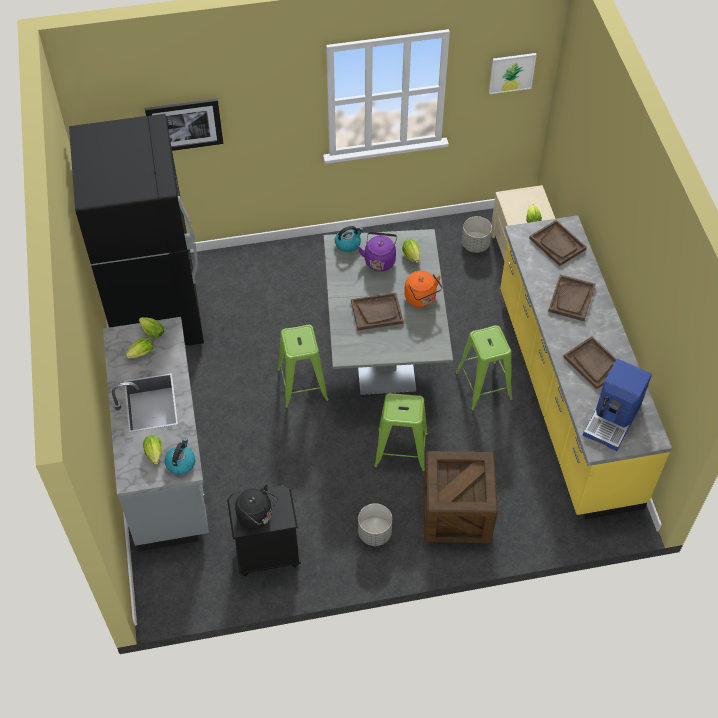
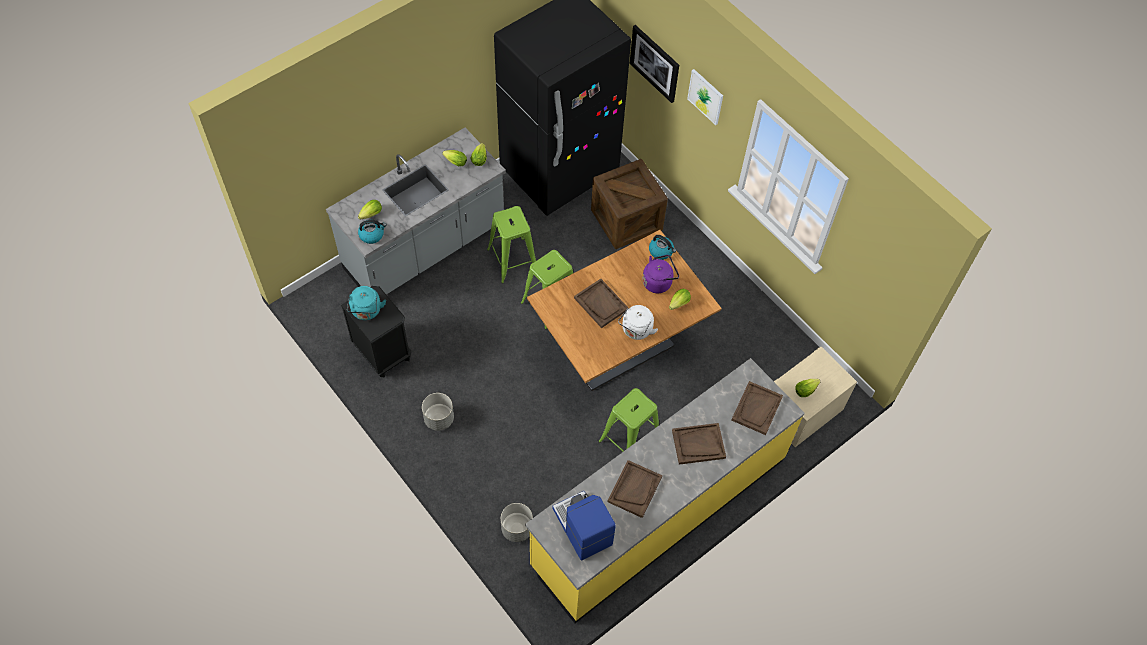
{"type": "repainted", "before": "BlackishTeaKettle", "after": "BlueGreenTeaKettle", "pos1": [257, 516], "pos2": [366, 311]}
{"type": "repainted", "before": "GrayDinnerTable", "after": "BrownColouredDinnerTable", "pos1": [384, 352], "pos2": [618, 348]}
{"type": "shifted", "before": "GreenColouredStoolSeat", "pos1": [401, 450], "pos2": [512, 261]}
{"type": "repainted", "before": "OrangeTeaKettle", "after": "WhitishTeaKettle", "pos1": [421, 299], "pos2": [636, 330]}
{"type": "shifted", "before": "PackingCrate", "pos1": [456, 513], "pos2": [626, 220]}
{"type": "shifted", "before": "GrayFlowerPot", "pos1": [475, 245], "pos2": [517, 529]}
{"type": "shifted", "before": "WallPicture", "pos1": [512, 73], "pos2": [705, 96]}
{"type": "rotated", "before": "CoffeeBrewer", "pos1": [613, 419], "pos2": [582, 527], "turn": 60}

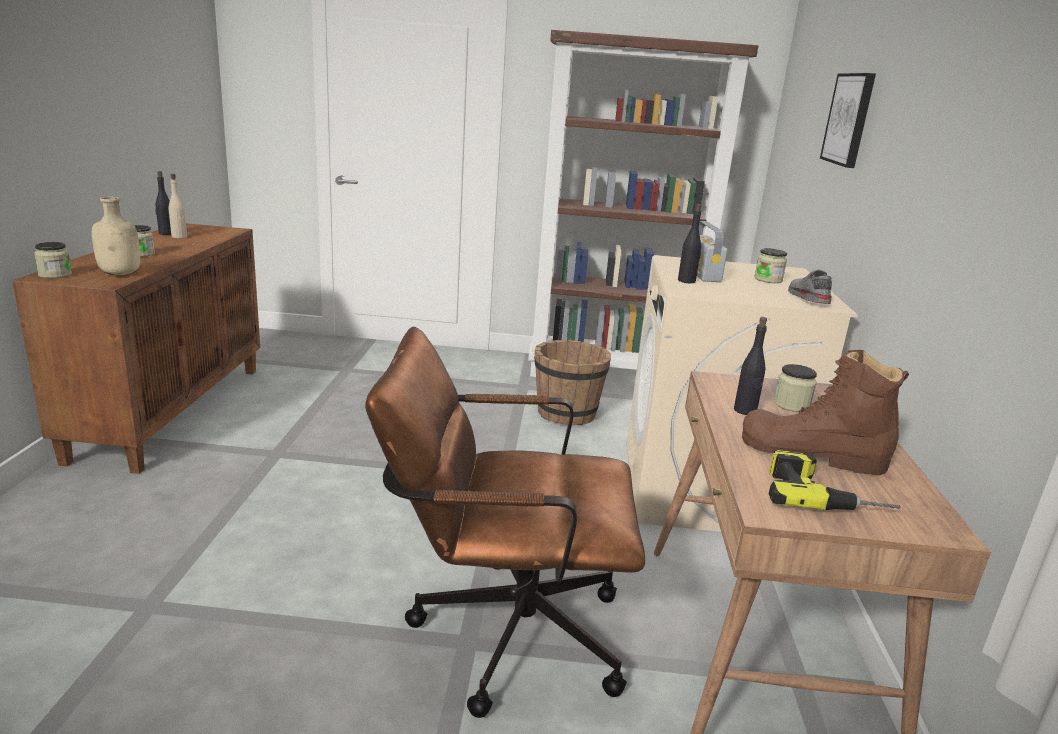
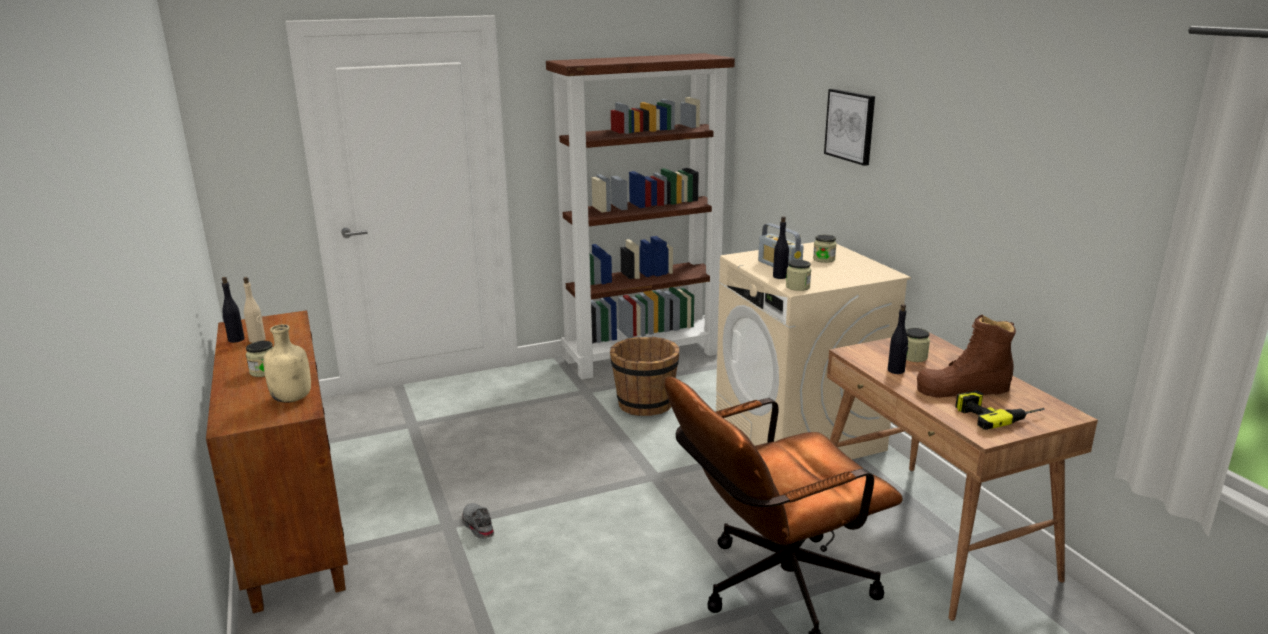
{"type": "shifted", "before": "PreserveJar", "pos1": [55, 274], "pos2": [797, 287]}
{"type": "shifted", "before": "GrayLowShoe", "pos1": [807, 298], "pos2": [477, 526]}

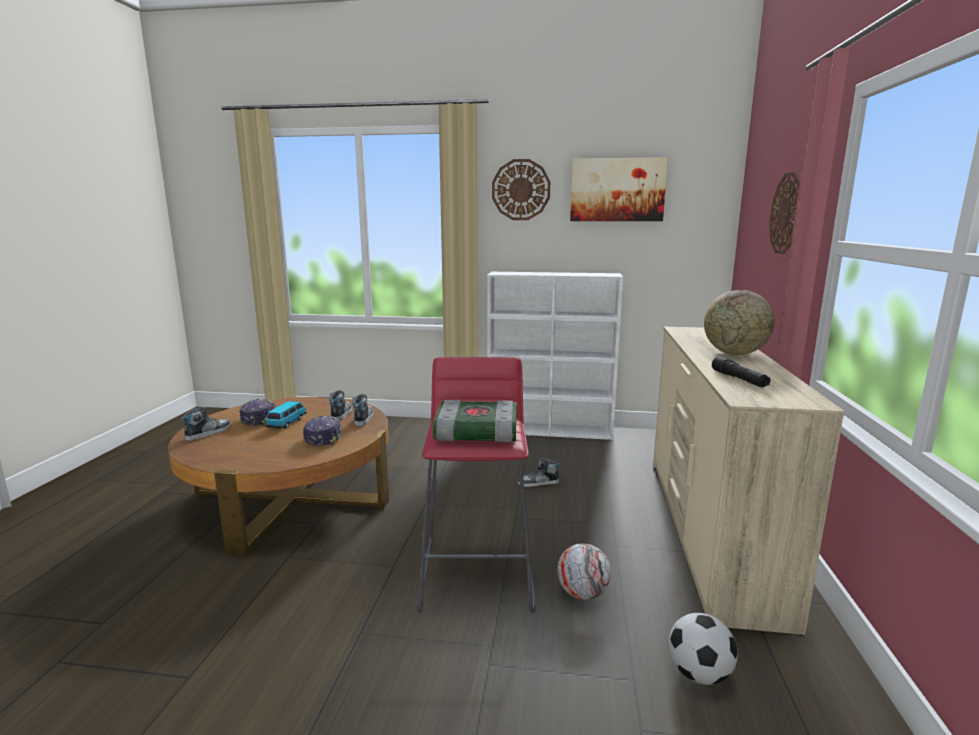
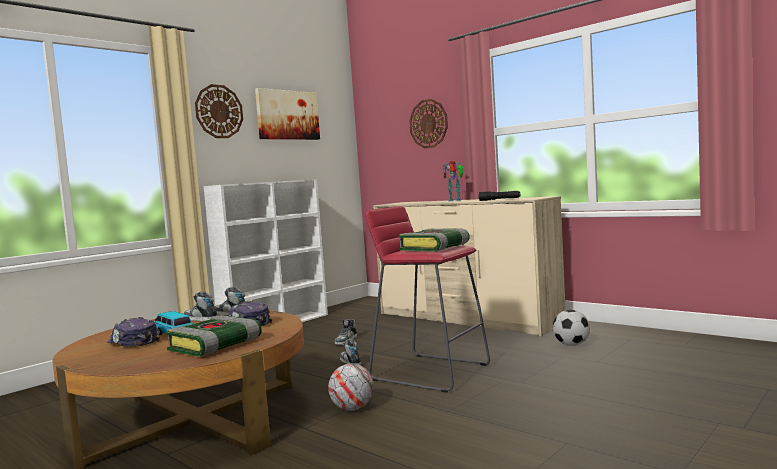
{"type": "shifted", "before": "LowShoe", "pos1": [208, 433], "pos2": [350, 362]}
{"type": "shifted", "before": "Football", "pos1": [582, 593], "pos2": [352, 408]}
{"type": "swapped", "before": "DeskGlobe", "after": "RobotFigure", "pos1": [734, 353], "pos2": [455, 200]}
{"type": "new", "after": "Book", "pos2": [214, 346]}

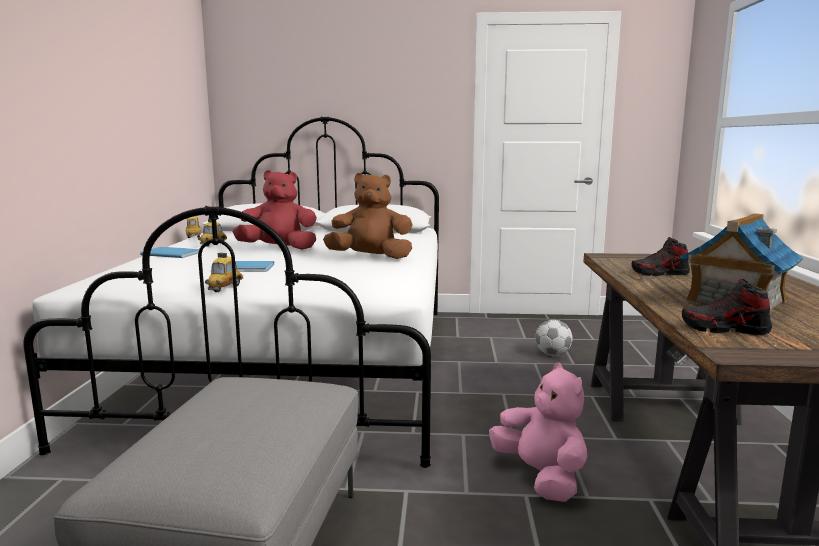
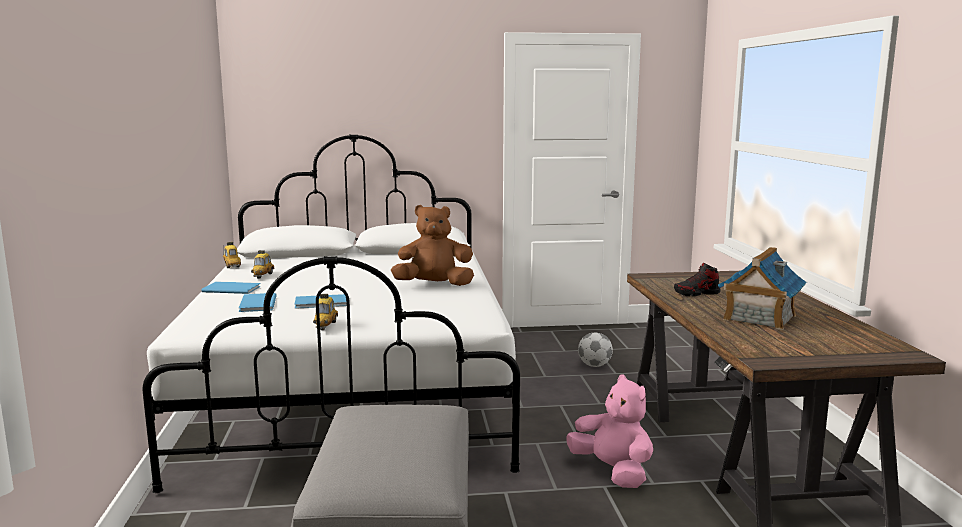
{"type": "gone", "before": "RedSoftToy", "pos1": [279, 249]}
{"type": "gone", "before": "LowShoe", "pos1": [724, 329]}
{"type": "new", "after": "BlueBook", "pos2": [256, 304]}

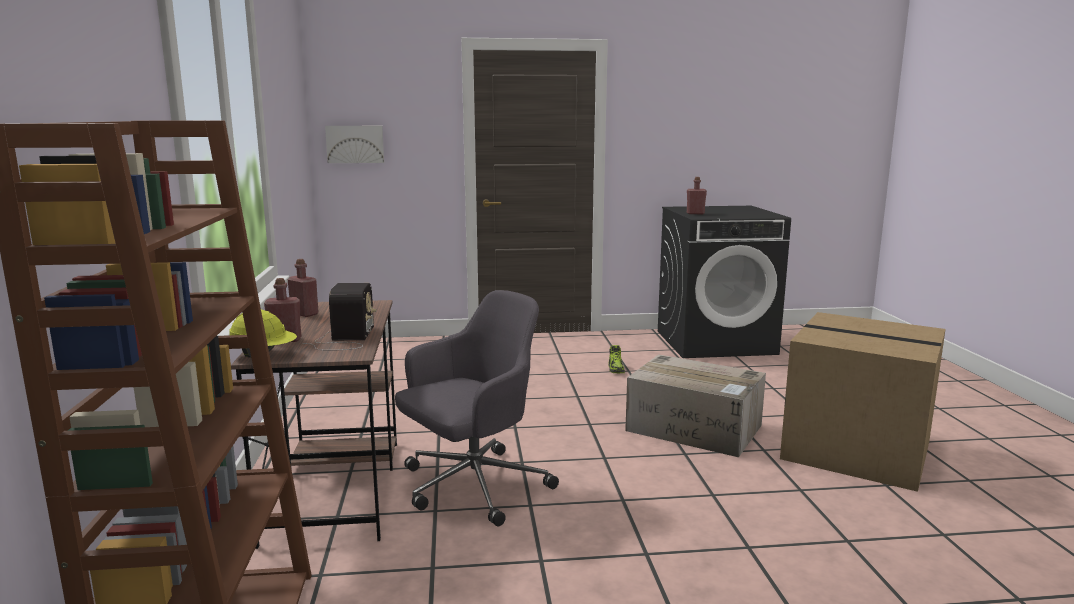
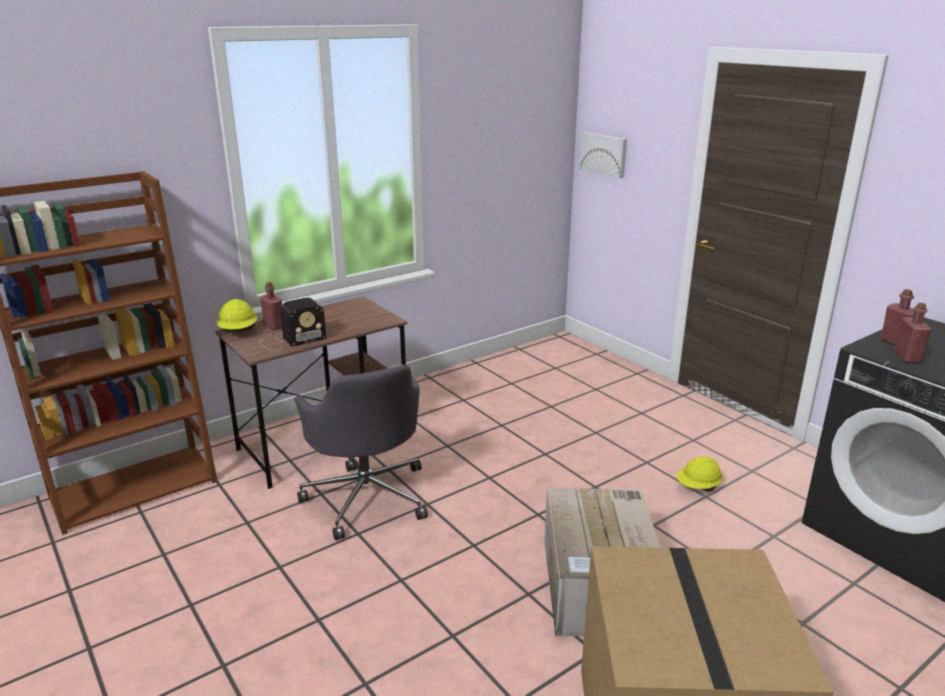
{"type": "shifted", "before": "RedBeverageBottle", "pos1": [304, 314], "pos2": [907, 358]}
{"type": "rotated", "before": "GrayOfficeChair", "pos1": [472, 486], "pos2": [367, 496], "turn": 45}
{"type": "swapped", "before": "LowShoe", "after": "YellowishWorkHelmet", "pos1": [616, 369], "pos2": [698, 487]}

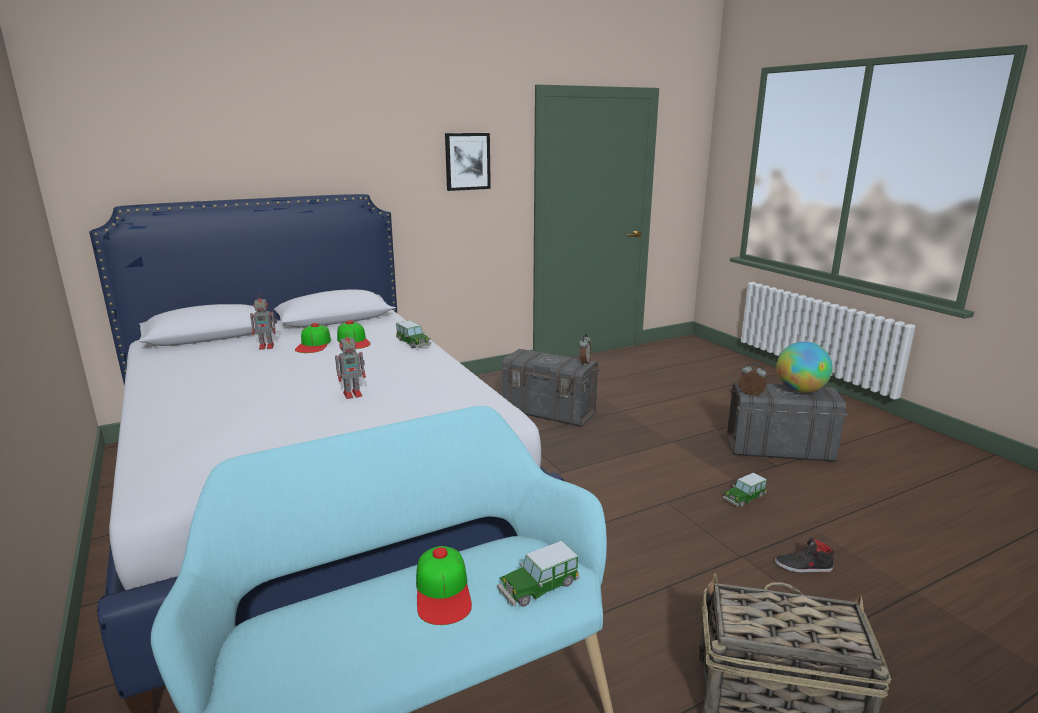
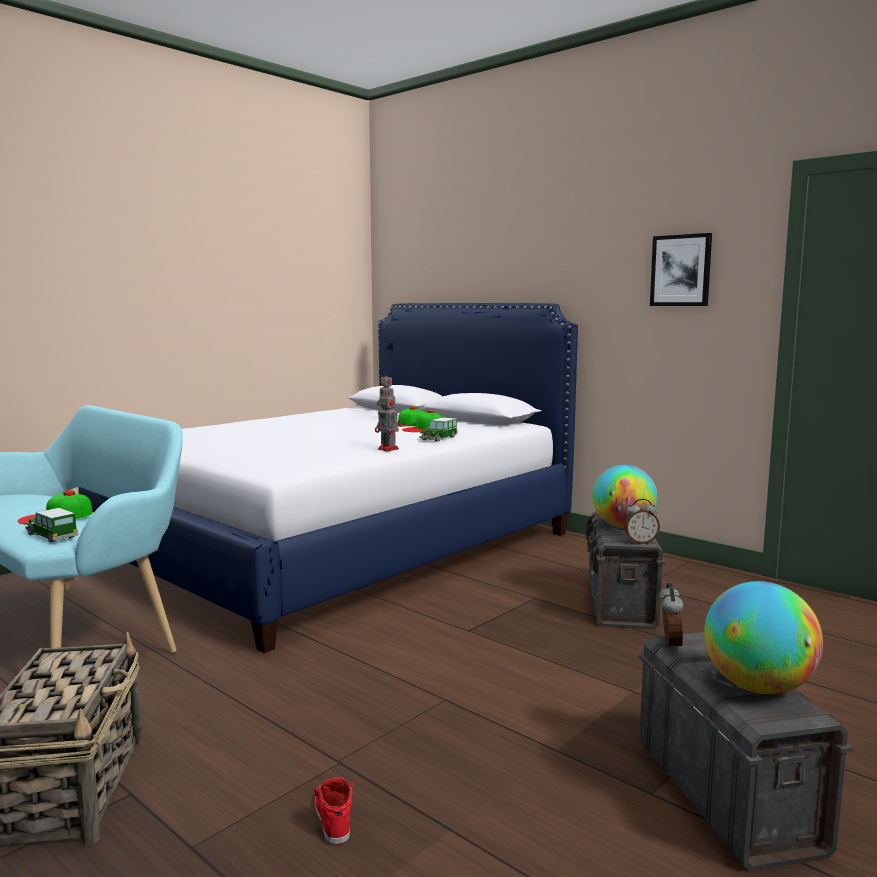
{"type": "shifted", "before": "RobotFigure", "pos1": [353, 394], "pos2": [389, 449]}
{"type": "gone", "before": "ModelCar", "pos1": [744, 498]}
{"type": "repainted", "before": "BlackishLowShoe", "after": "RedLowShoe", "pos1": [803, 567], "pos2": [332, 816]}
{"type": "new", "after": "DeskGlobe", "pos2": [623, 526]}

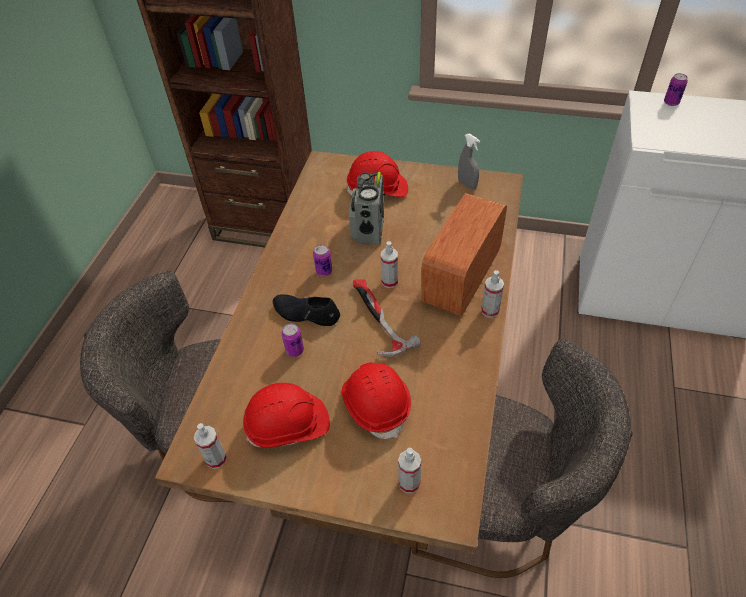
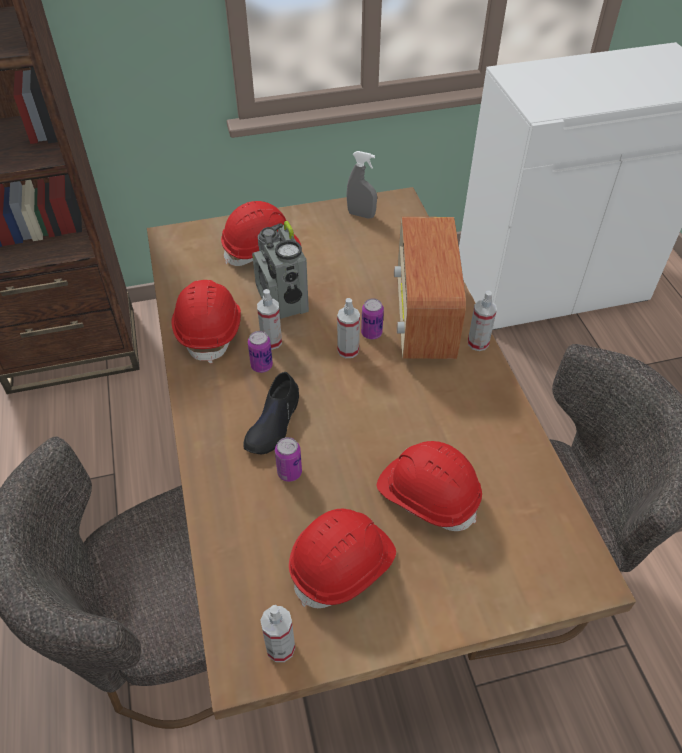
{"type": "rotated", "before": "BlackishLowShoe", "pos1": [306, 313], "pos2": [273, 423], "turn": -60}
{"type": "gone", "before": "HandHammer", "pos1": [377, 319]}
{"type": "shifted", "before": "SprayBottle", "pos1": [409, 483], "pos2": [271, 341]}
{"type": "shifted", "before": "SealedCan", "pos1": [671, 102], "pos2": [371, 333]}
{"type": "new", "after": "RedWorkHelmet", "pos2": [210, 330]}

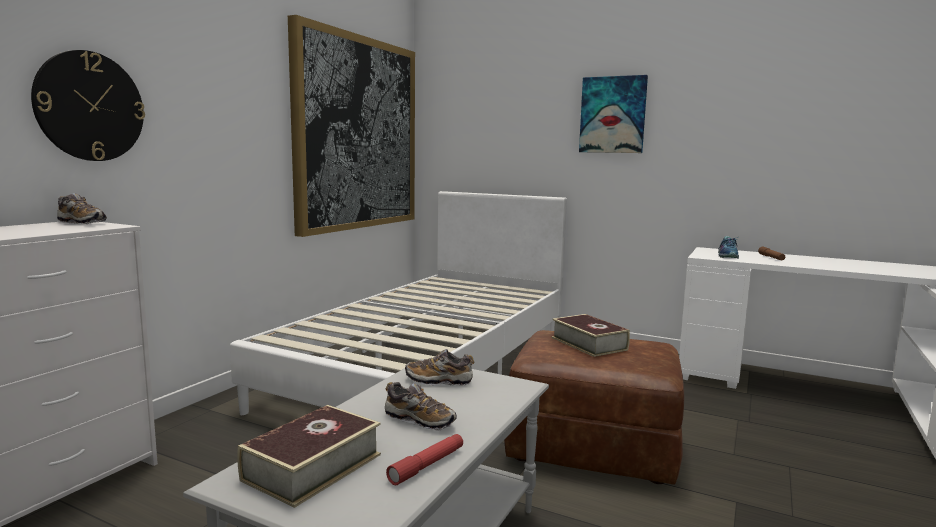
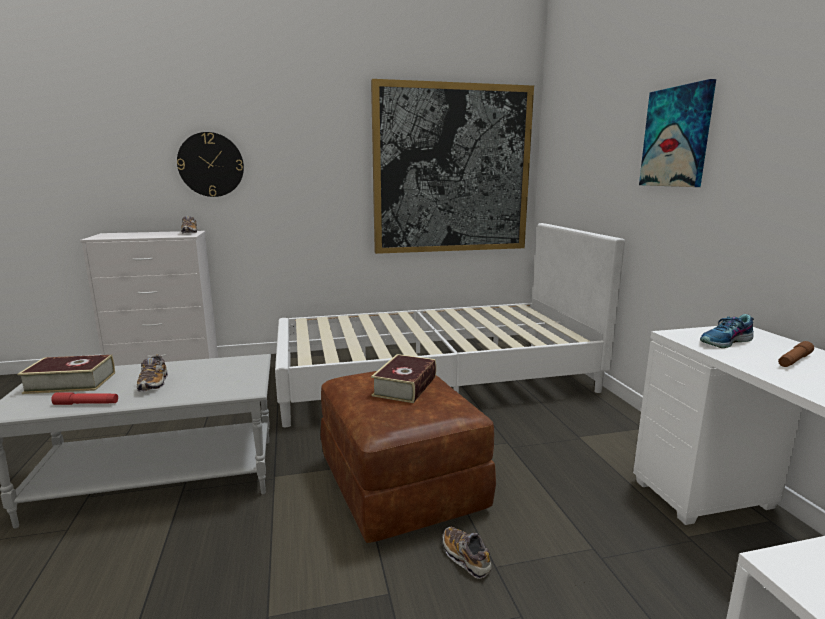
{"type": "shifted", "before": "LowShoe", "pos1": [439, 381], "pos2": [465, 558]}

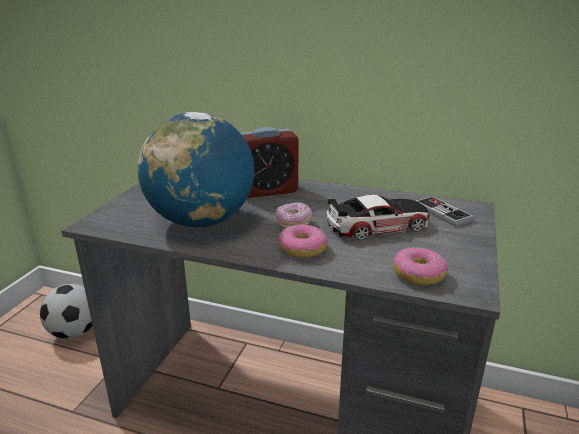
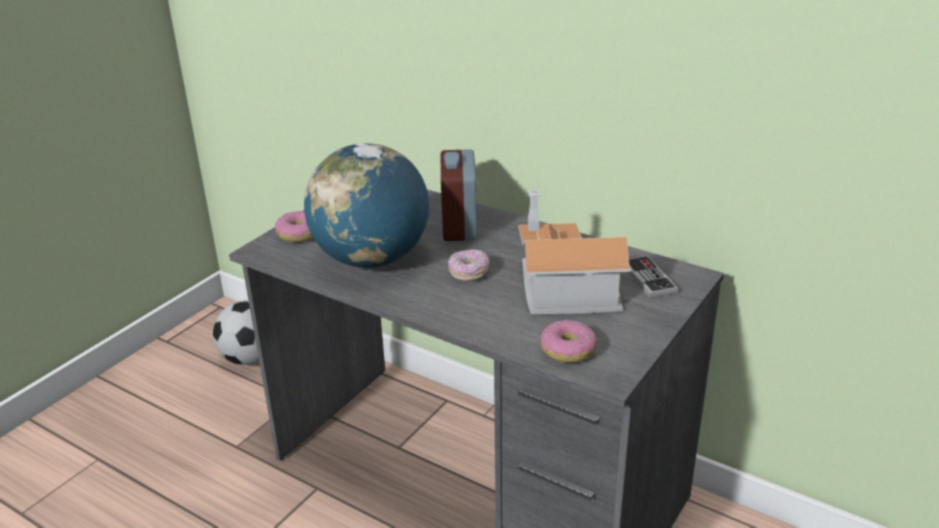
{"type": "rotated", "before": "BedsideClock", "pos1": [266, 191], "pos2": [459, 225], "turn": 90}
{"type": "shifted", "before": "RingDoughnut", "pos1": [302, 249], "pos2": [299, 234]}
{"type": "swapped", "before": "ModelCar", "after": "ModelHouse", "pos1": [378, 225], "pos2": [561, 287]}

